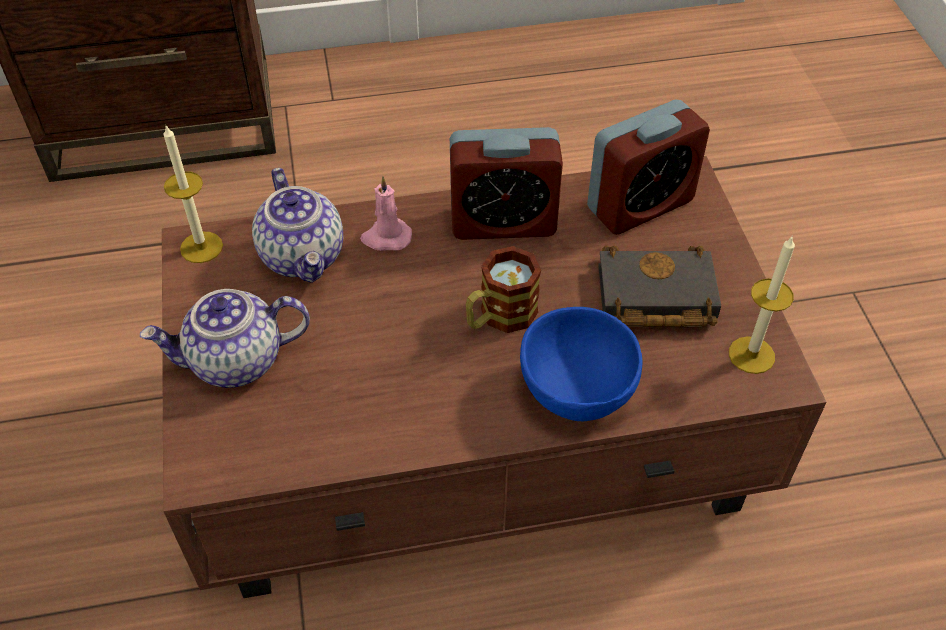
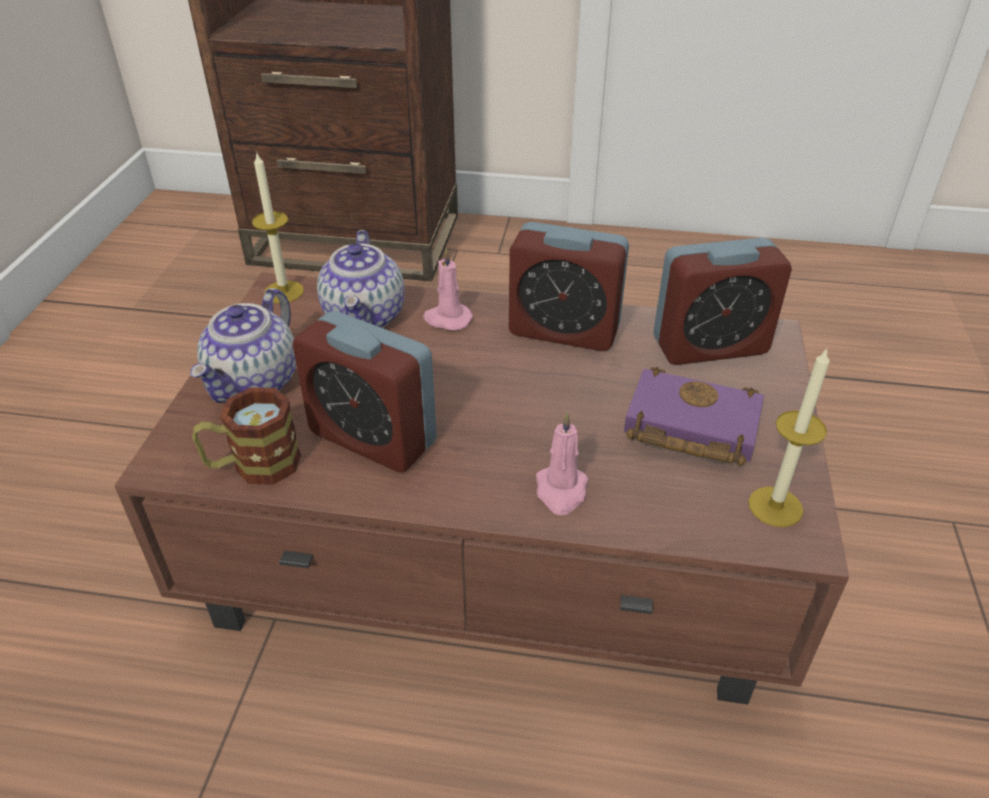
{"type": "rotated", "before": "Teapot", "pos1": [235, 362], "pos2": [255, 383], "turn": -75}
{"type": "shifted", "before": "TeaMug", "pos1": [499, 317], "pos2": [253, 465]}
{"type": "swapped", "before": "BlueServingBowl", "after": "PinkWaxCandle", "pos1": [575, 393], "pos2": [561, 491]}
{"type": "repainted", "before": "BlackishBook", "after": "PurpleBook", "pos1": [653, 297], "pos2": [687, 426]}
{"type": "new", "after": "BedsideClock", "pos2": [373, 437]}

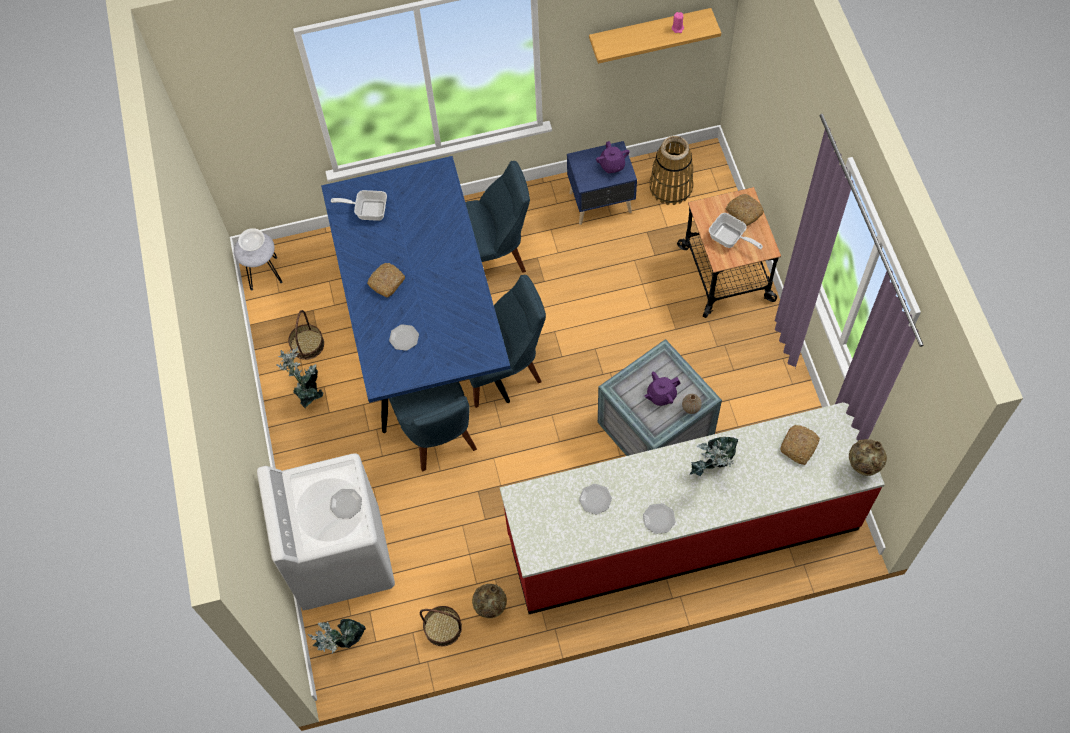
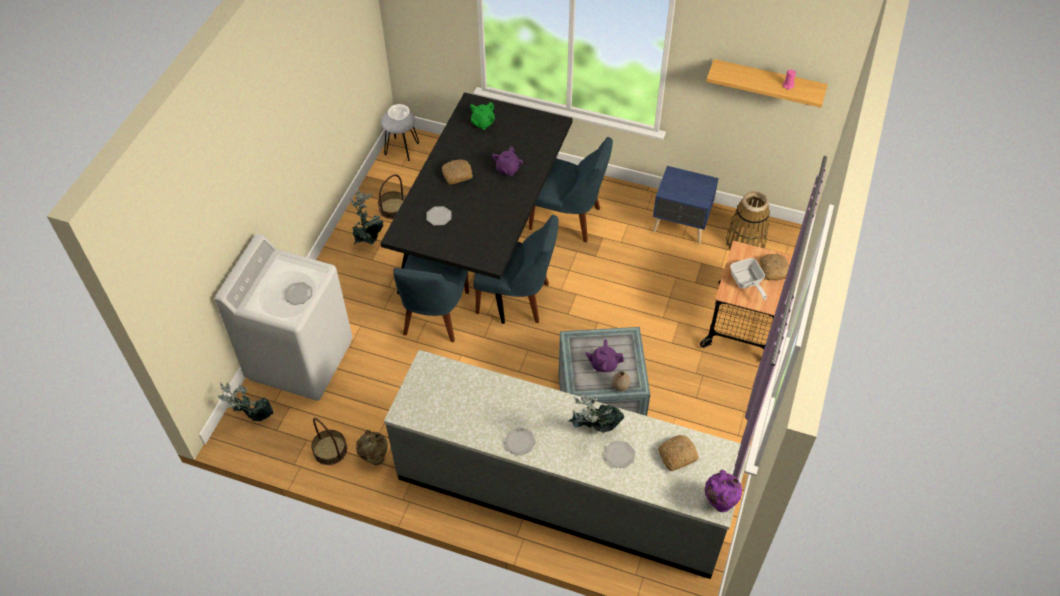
{"type": "repainted", "before": "BlueDinnerTable", "after": "BlackishDinnerTable", "pos1": [422, 322], "pos2": [484, 236]}
{"type": "swapped", "before": "FryingPan", "after": "GreenColouredTeapot", "pos1": [367, 210], "pos2": [482, 123]}
{"type": "repainted", "before": "RedCounter", "after": "GrayCounter", "pos1": [682, 532], "pos2": [562, 492]}
{"type": "shifted", "before": "Plate", "pos1": [595, 499], "pos2": [619, 455]}
{"type": "shifted", "before": "PurpleTeapot", "pos1": [612, 165], "pos2": [507, 169]}
{"type": "repainted", "before": "SandColouredDecorativeVase", "after": "PurpleDecorativeVase", "pos1": [862, 468], "pos2": [719, 503]}

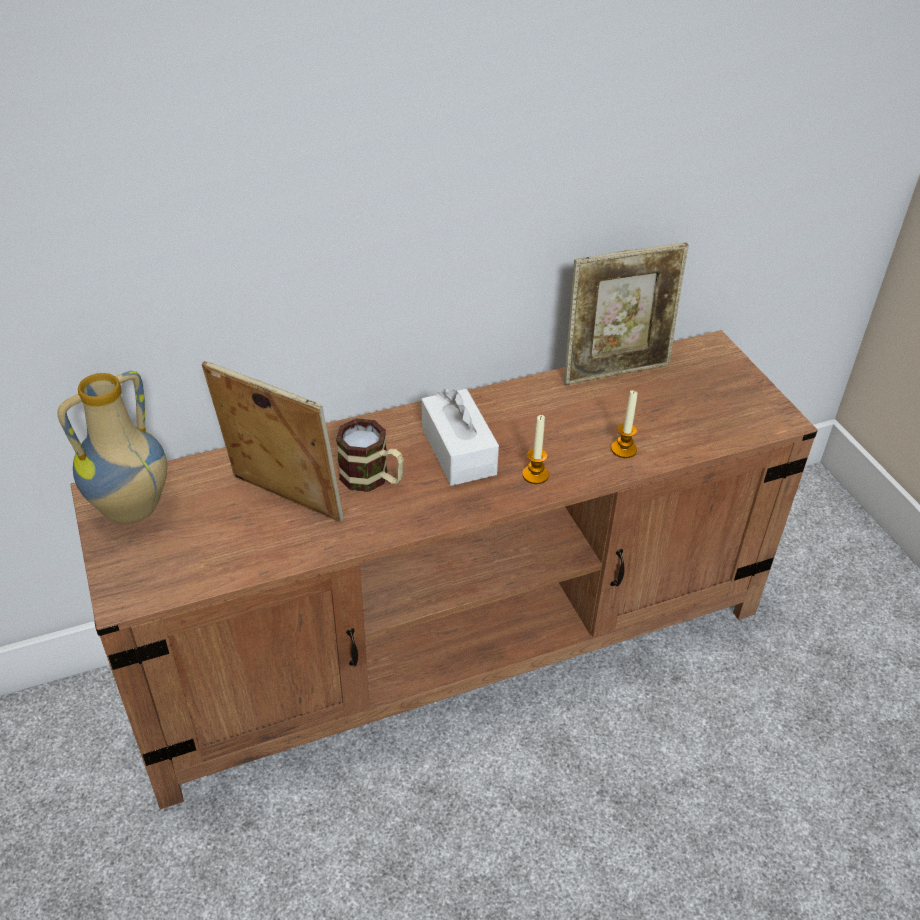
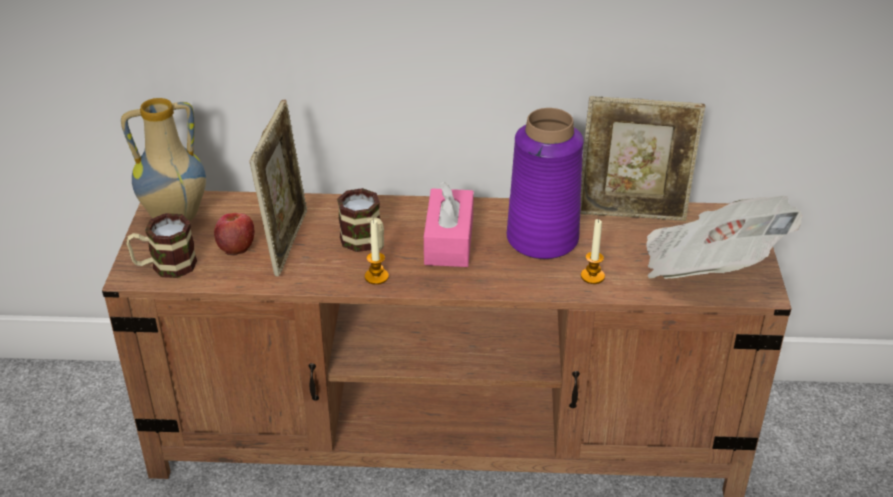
{"type": "rotated", "before": "StandingFrame", "pos1": [283, 501], "pos2": [286, 241], "turn": 45}
{"type": "repainted", "before": "WhitishBoxOfTissues", "after": "PinkBoxOfTissues", "pos1": [458, 451], "pos2": [449, 241]}
{"type": "shifted", "before": "WaxCandle", "pos1": [535, 475], "pos2": [376, 277]}
{"type": "new", "after": "TeaMug", "pos2": [165, 266]}
{"type": "new", "after": "AppleFruit", "pos2": [236, 246]}
{"type": "new", "after": "PurpleDecorativeVase", "pos2": [543, 238]}
{"type": "new", "after": "DailyPaper", "pos2": [709, 267]}

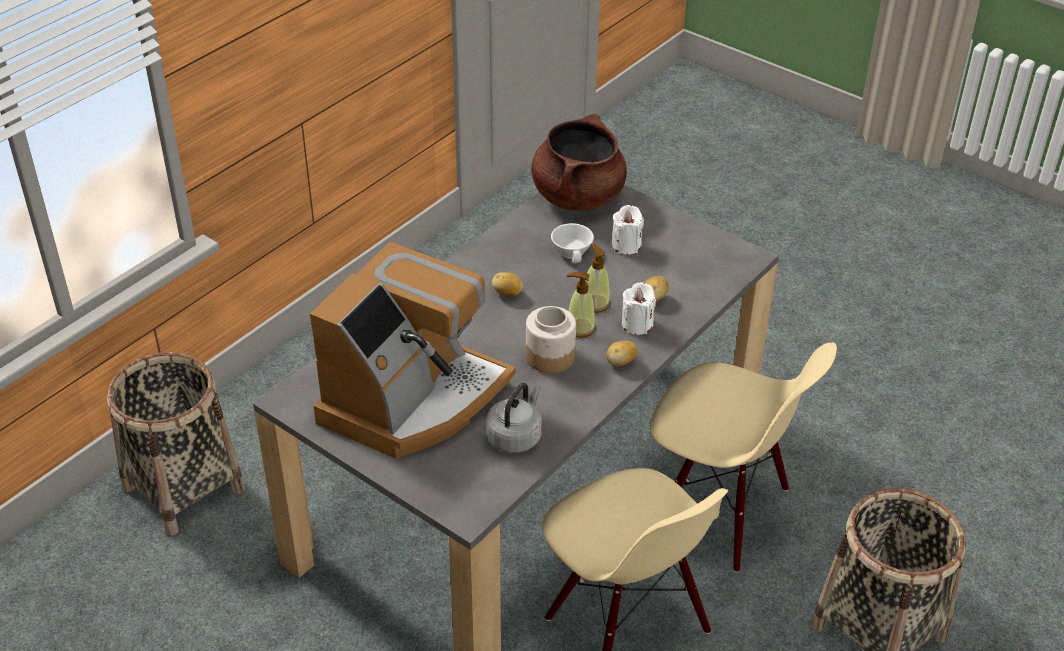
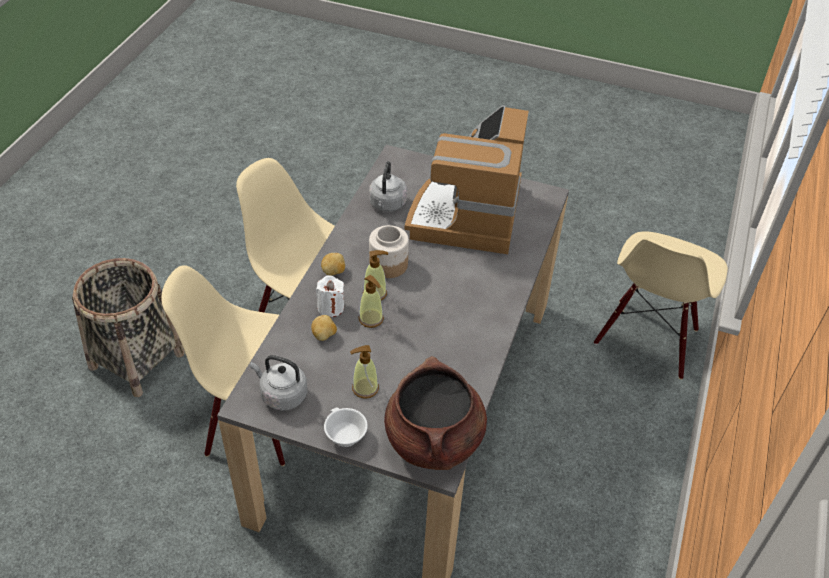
{"type": "swapped", "before": "HouseholdBasket", "after": "SandColouredChair", "pos1": [184, 488], "pos2": [647, 338]}
{"type": "gone", "before": "Potato", "pos1": [507, 293]}
{"type": "shifted", "before": "WhitishCup", "pos1": [573, 251], "pos2": [344, 436]}
{"type": "swapped", "before": "WhitishWaxCandle", "after": "LiquidSoapBottle", "pos1": [626, 245], "pos2": [365, 388]}
{"type": "new", "after": "GrayTeaKettle", "pos2": [282, 395]}

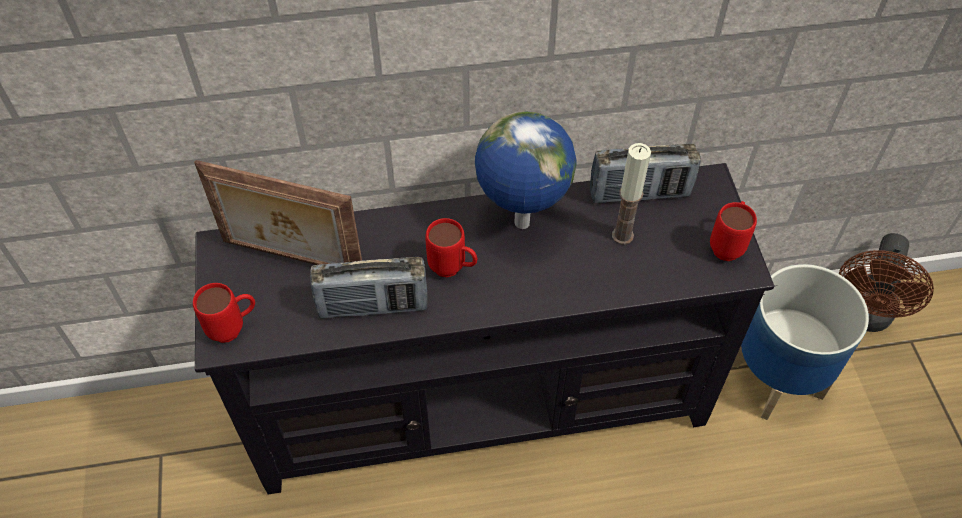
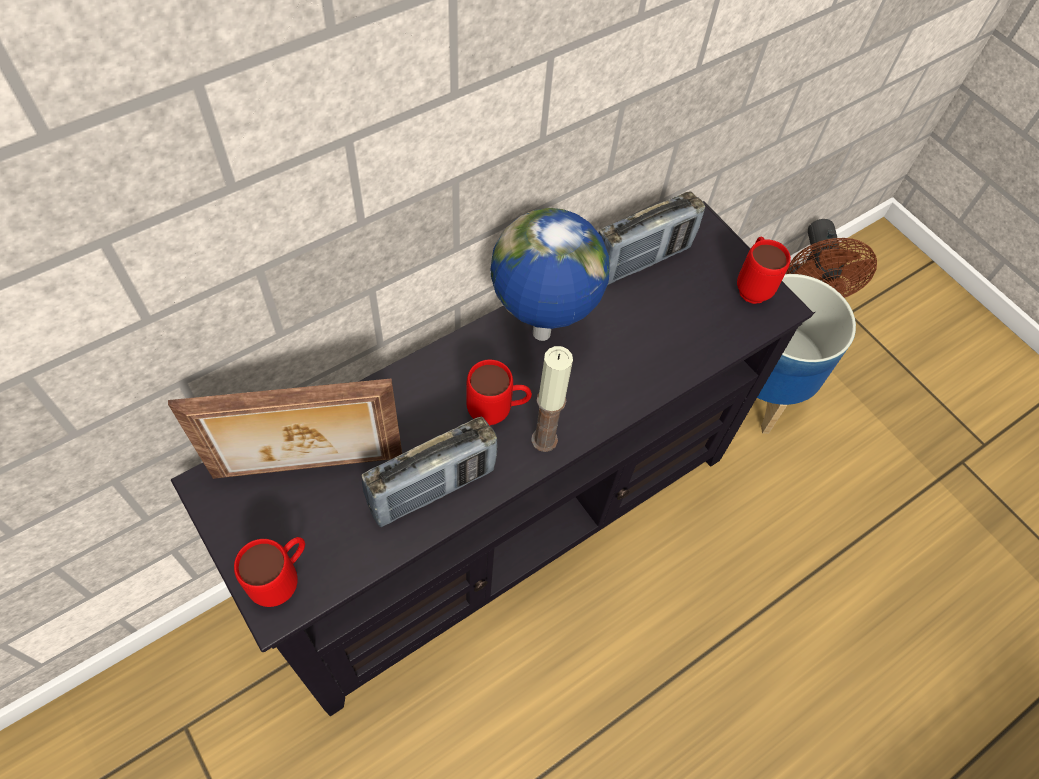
{"type": "shifted", "before": "WaxCandle", "pos1": [622, 235], "pos2": [544, 440]}

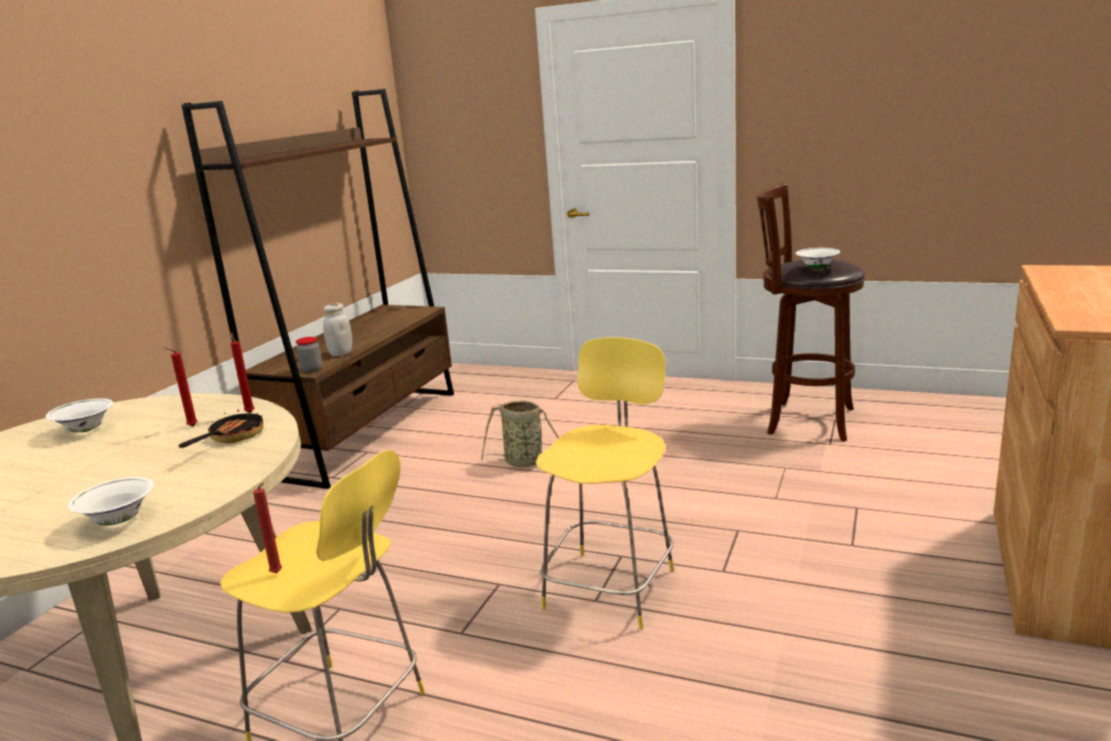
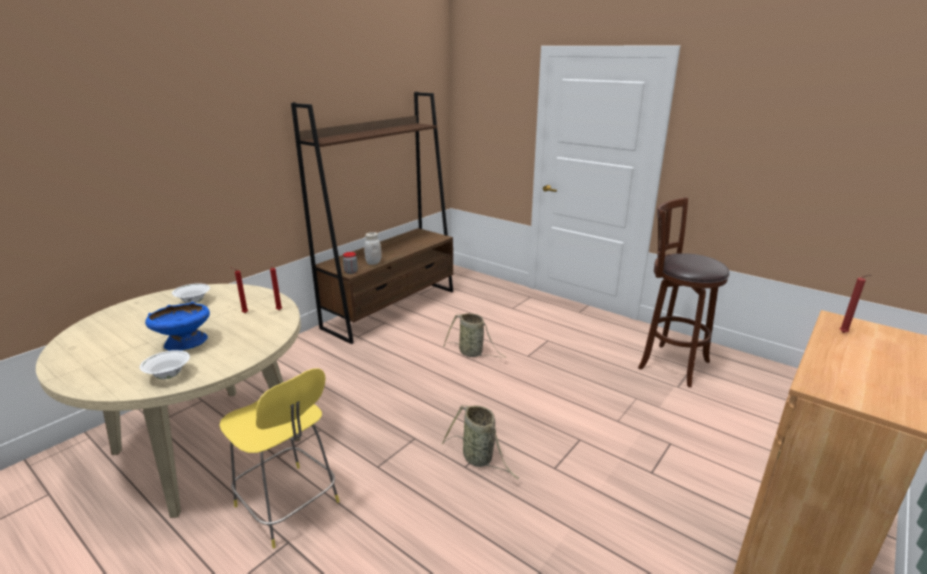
{"type": "gone", "before": "FryingPan", "pos1": [231, 438]}
{"type": "shifted", "before": "RedWaxCandle", "pos1": [277, 574], "pos2": [844, 333]}
{"type": "swapped", "before": "YellowishStoolSeat", "after": "HouseholdBasket", "pos1": [611, 586], "pos2": [479, 459]}
{"type": "gone", "before": "WhitishServingBowl", "pos1": [817, 268]}
{"type": "new", "after": "BlueServingBowl", "pos2": [184, 343]}

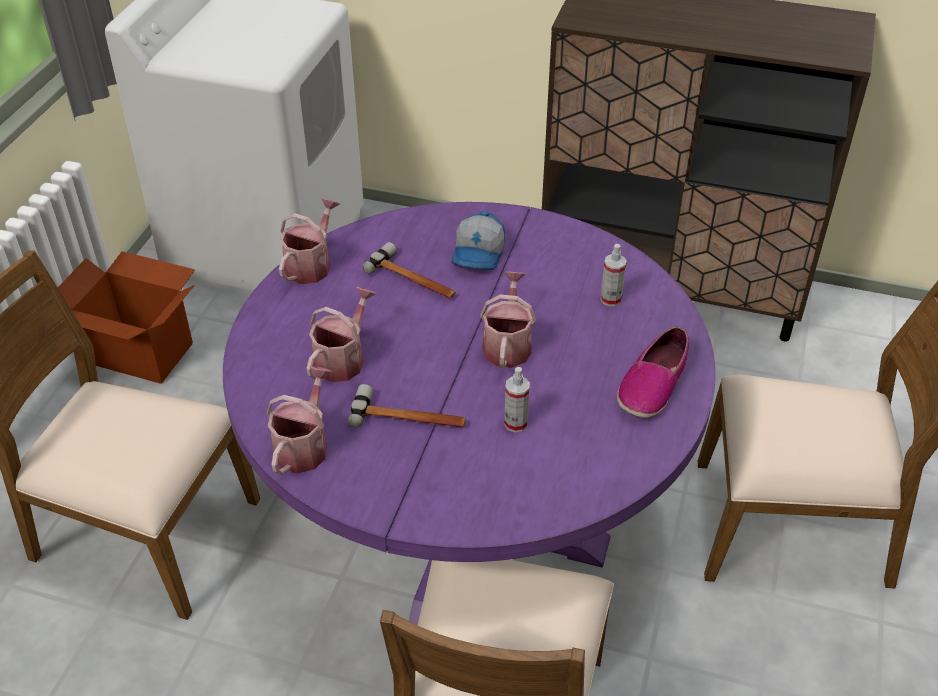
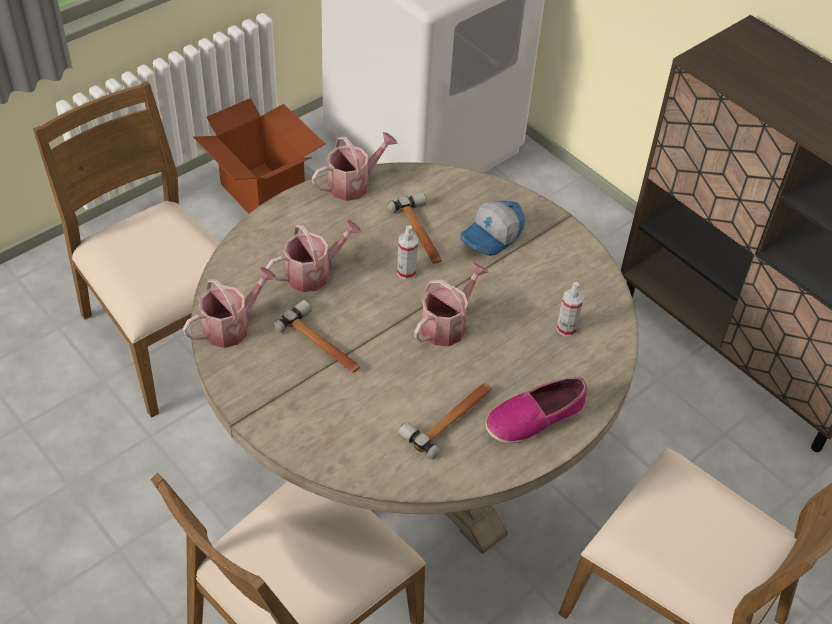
{"type": "repainted", "before": "PurpleDinnerTable", "after": "SandColouredDinnerTable", "pos1": [469, 519], "pos2": [407, 456]}
{"type": "shifted", "before": "SprayBottle", "pos1": [516, 423], "pos2": [406, 272]}
{"type": "new", "after": "HandHammer", "pos2": [450, 418]}

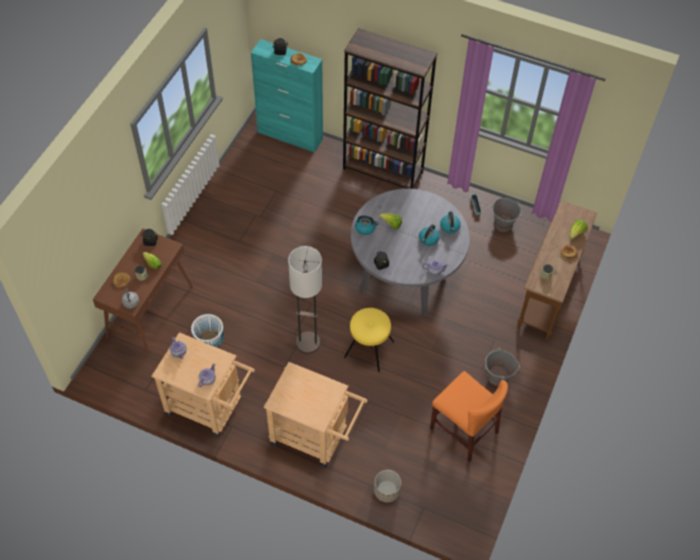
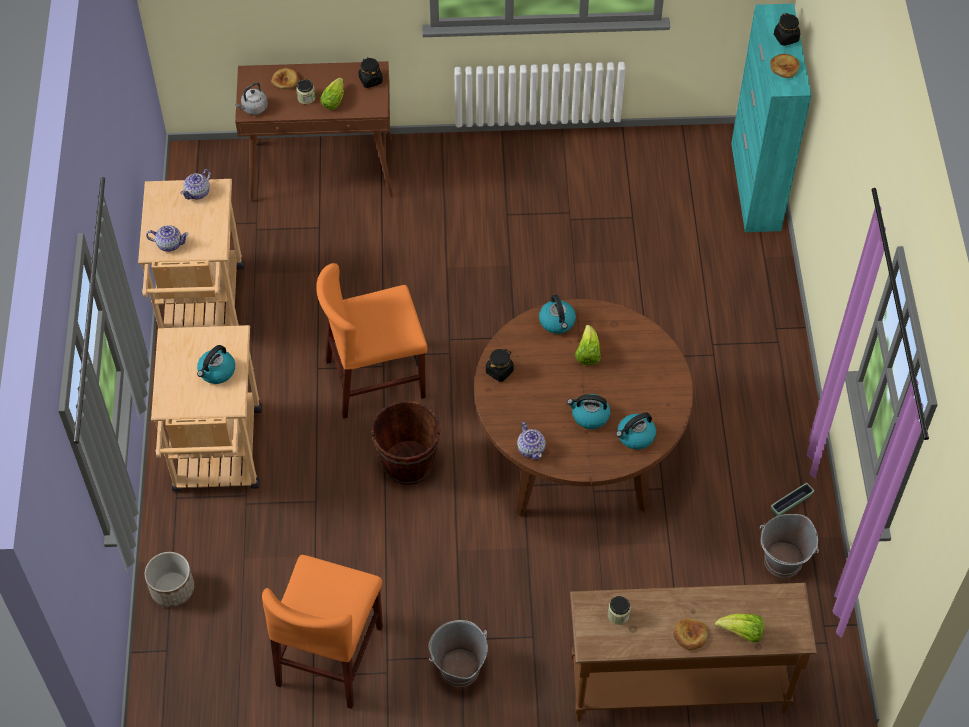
{"type": "gone", "before": "WhitishPail", "pos1": [210, 342]}
{"type": "swapped", "before": "FloorLamp", "after": "OrangeChair", "pos1": [307, 343], "pos2": [375, 379]}
{"type": "gone", "before": "BrownColouredShelvingUnit", "pos1": [383, 170]}
{"type": "swapped", "before": "YellowishStoolSeat", "after": "BrownColouredPail", "pos1": [368, 350], "pos2": [408, 463]}
{"type": "repainted", "before": "GrayDinnerTable", "after": "BrownColouredDinnerTable", "pos1": [405, 276], "pos2": [577, 458]}
{"type": "new", "after": "TeaKettle", "pos2": [217, 372]}

